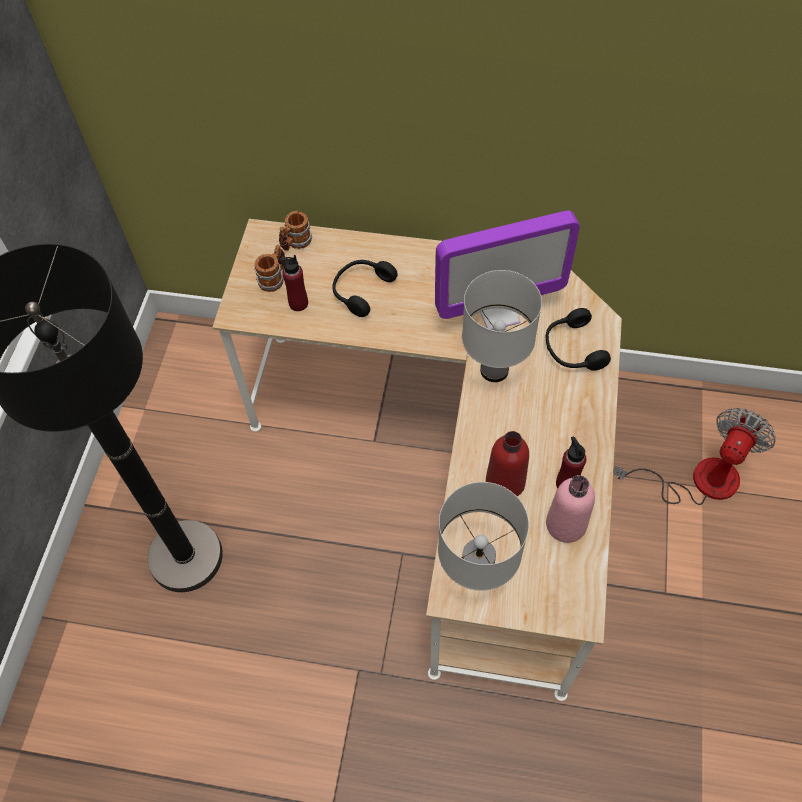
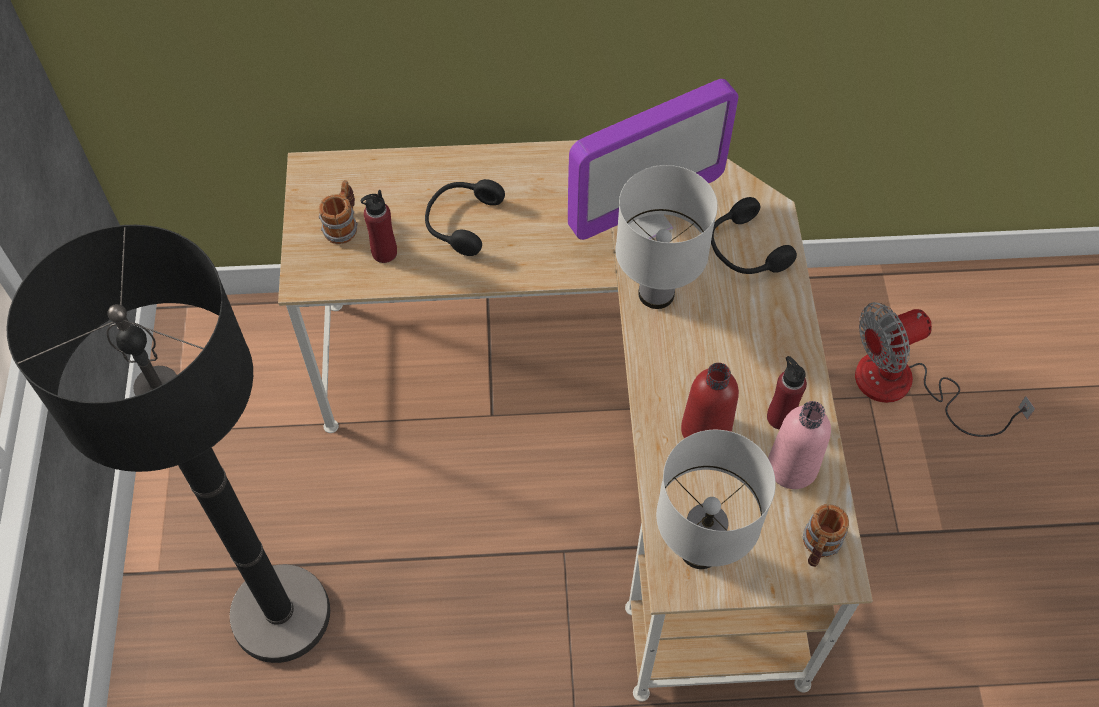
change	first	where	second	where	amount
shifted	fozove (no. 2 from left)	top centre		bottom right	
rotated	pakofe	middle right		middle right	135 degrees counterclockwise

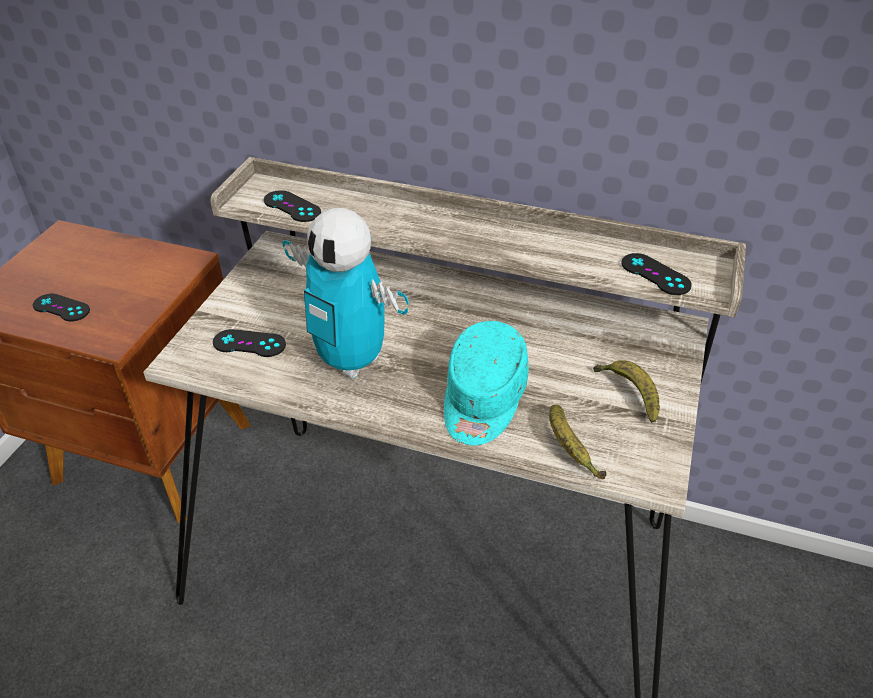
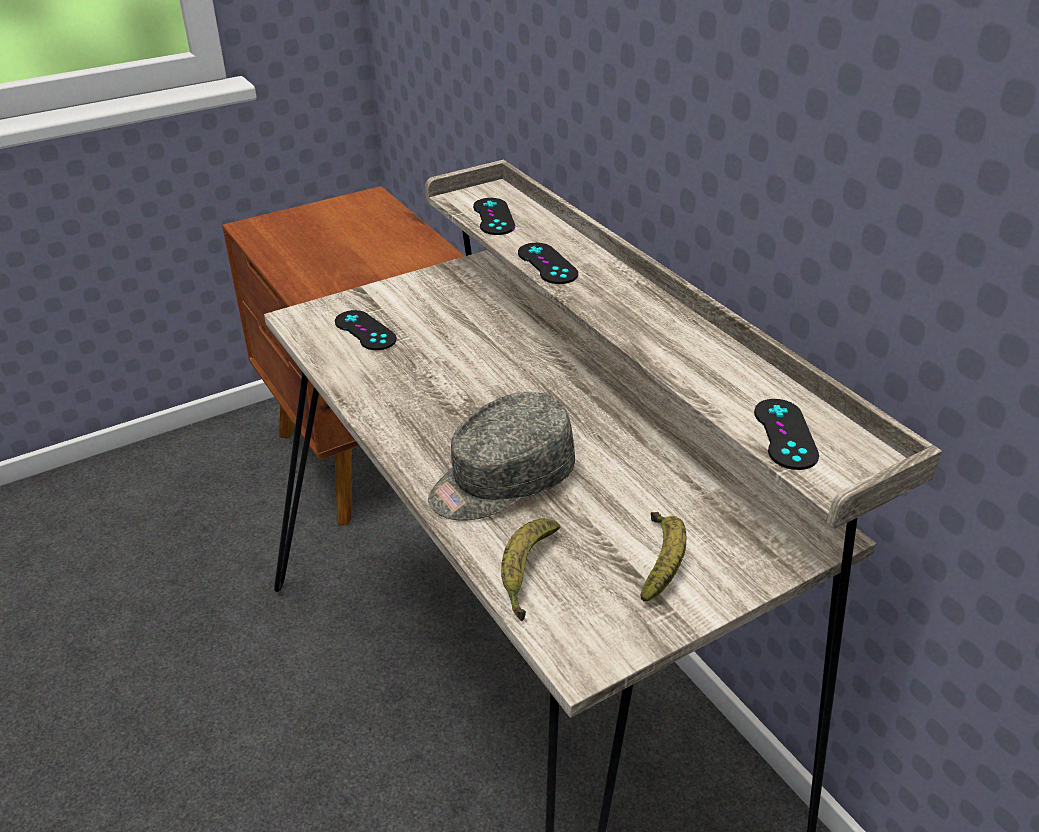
change	first	where	second	where	amount
gone	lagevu	centre			
shifted	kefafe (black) (no. 1 from left in the first image)	middle left	kefafe (black) (no. 3 from left)	top centre	
repainted	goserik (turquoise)	centre	goserik (grey)	centre	

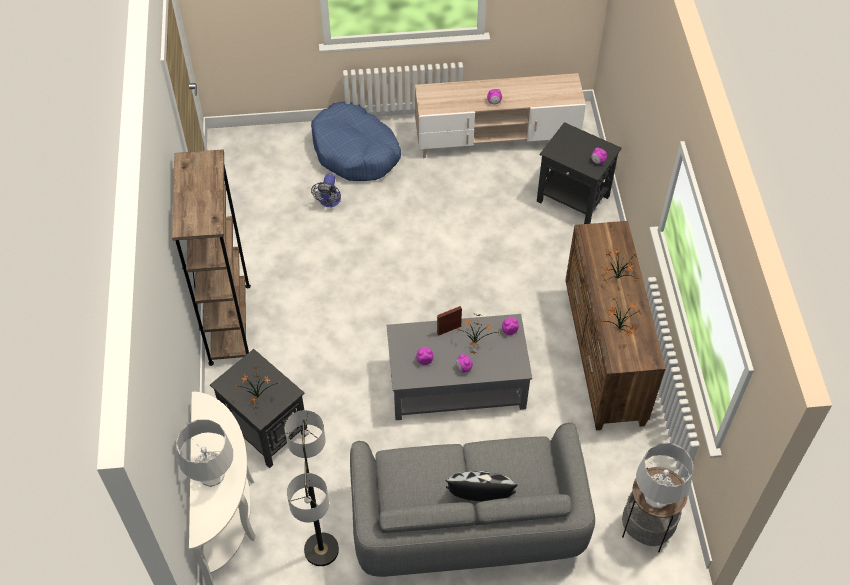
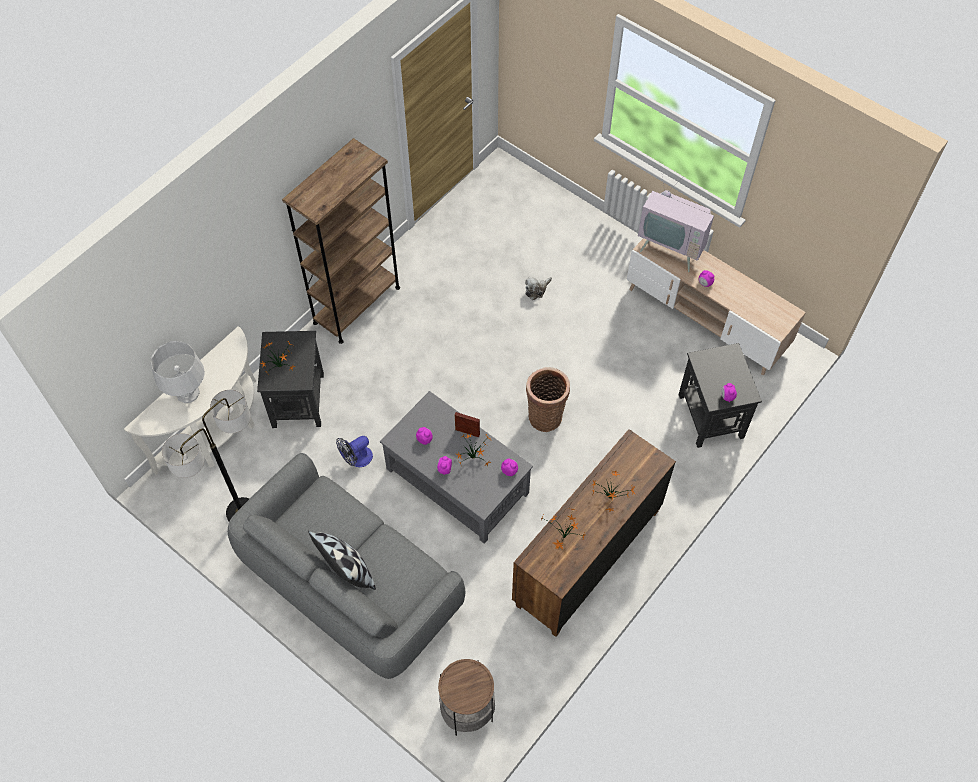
change	first	where	second	where	amount
gone	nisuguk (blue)	top centre			
shifted	pakofe	top centre		centre	
gone	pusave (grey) (no. 2 from left)	bottom right			
new			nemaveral	top right	
new			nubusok	centre	
new			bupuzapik	centre	

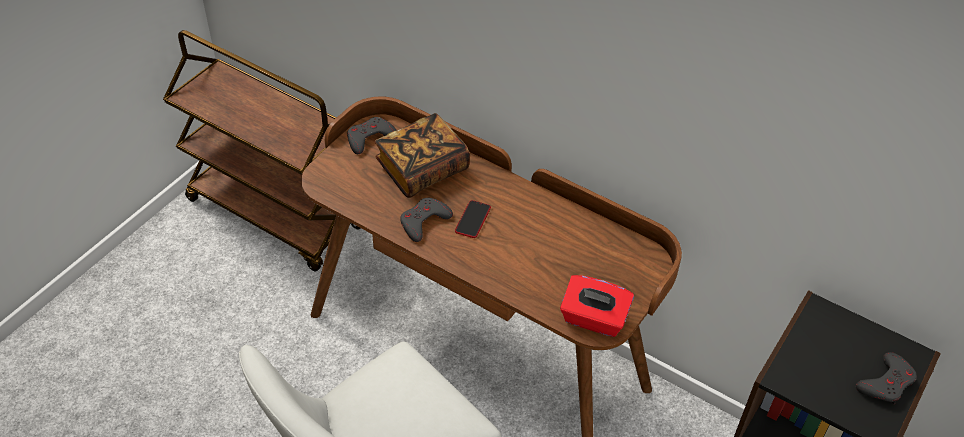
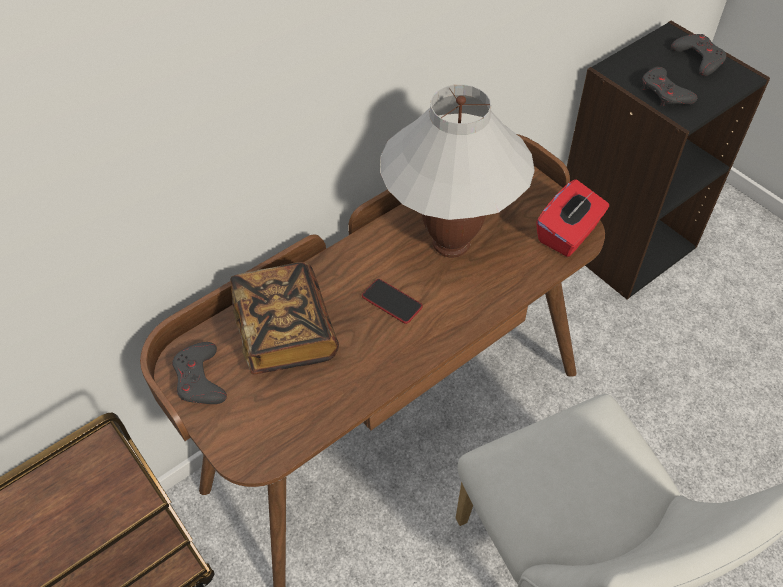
change	first	where	second	where	amount
shifted	kefafe (grey) (no. 2 from left)	centre		top right	
new			pusave (white)	top centre	

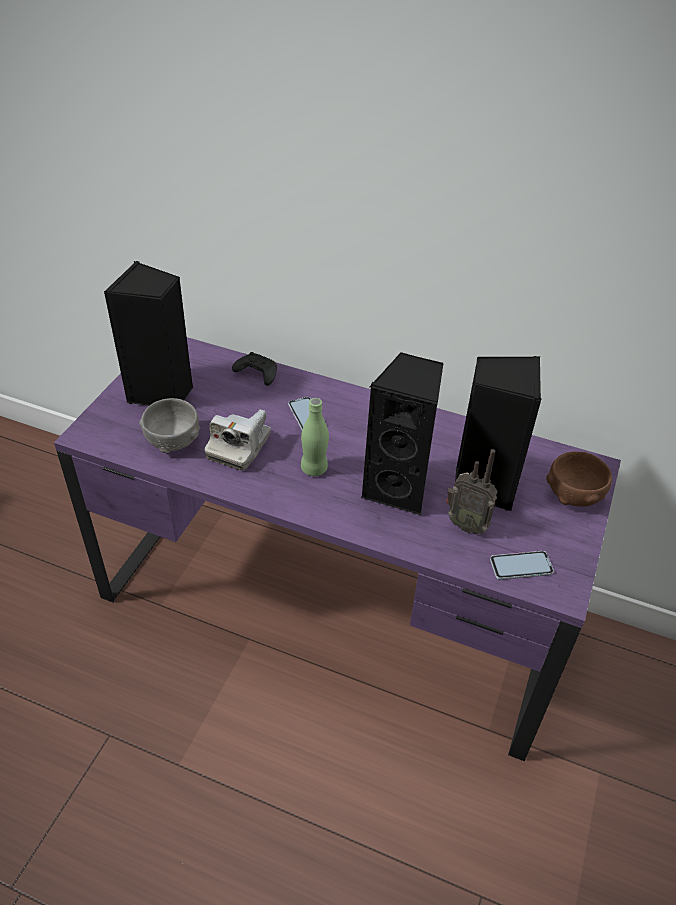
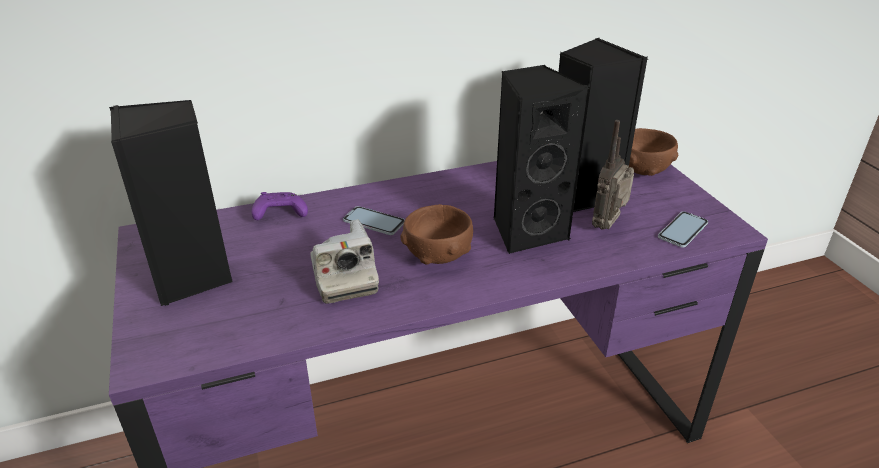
change	first	where	second	where	amount
repainted	kefafe (black)	centre	kefafe (purple)	middle left	
gone	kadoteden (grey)	middle left			
swapped	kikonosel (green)	centre	kadoteden (brown) (no. 1 from left)	centre	
rotated	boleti	middle right		middle right	135 degrees clockwise

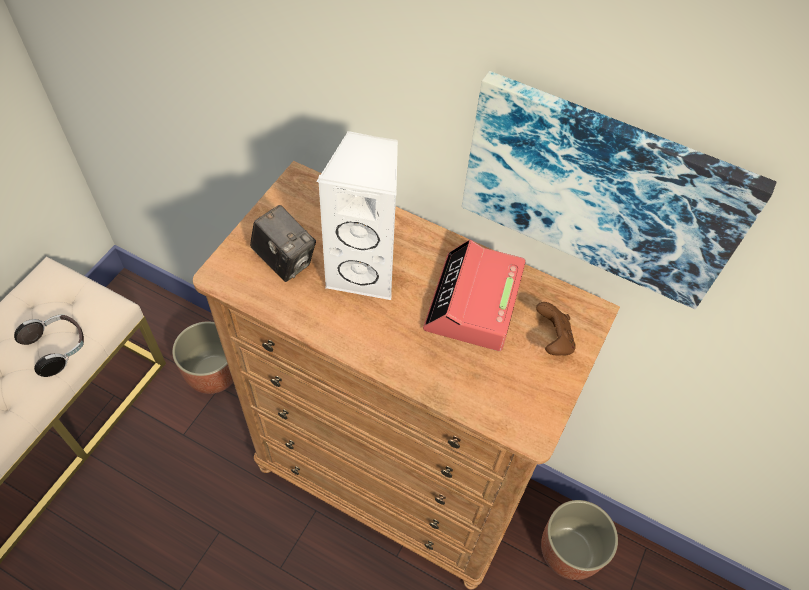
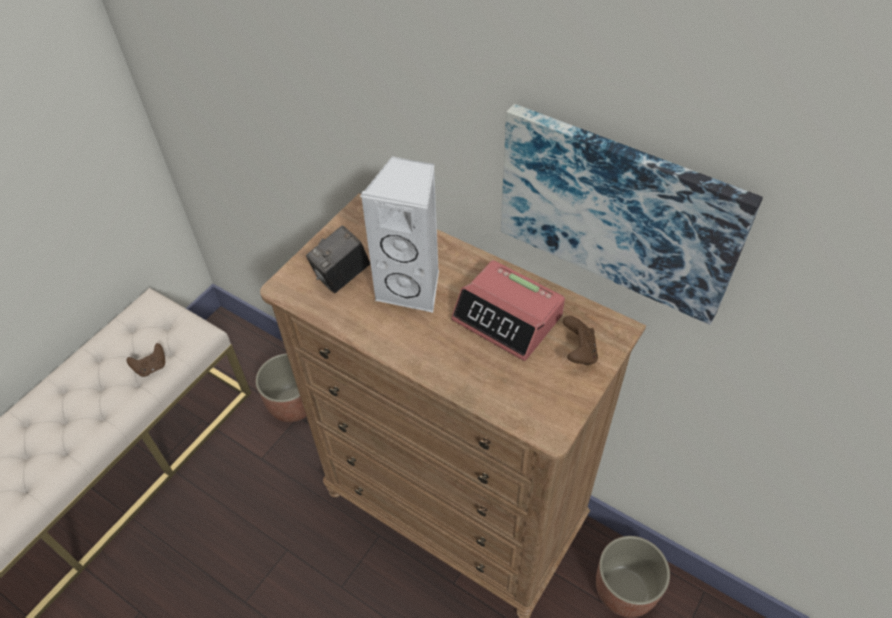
change	first	where	second	where	amount
rotated	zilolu	centre		centre	90 degrees clockwise
rotated	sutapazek	centre		centre	75 degrees counterclockwise
swapped	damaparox	middle left	kefafe (brown) (no. 1 from left)	middle left	

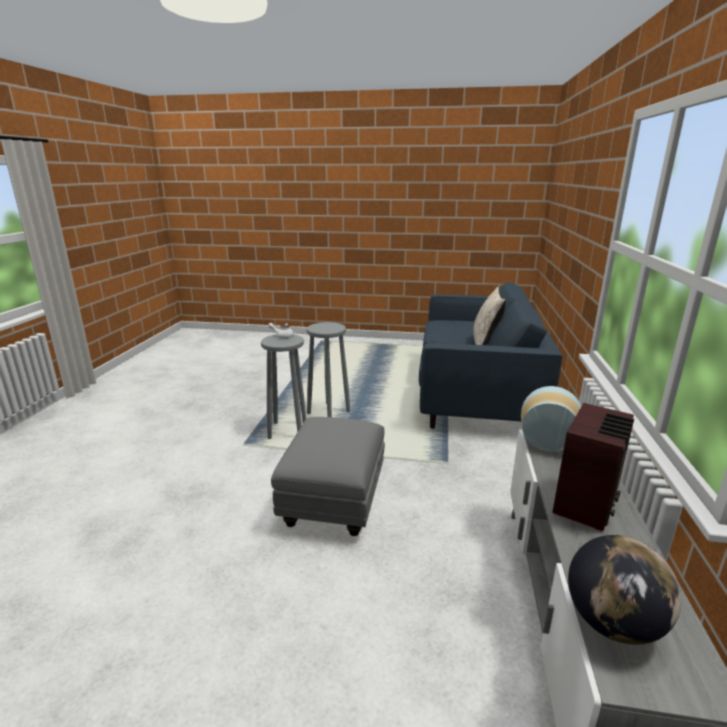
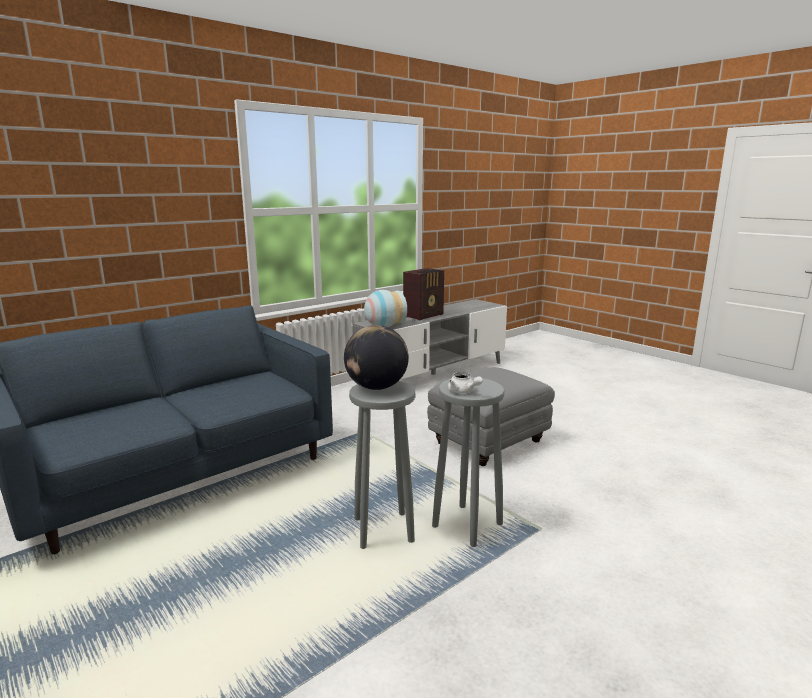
change	first	where	second	where	amount
gone	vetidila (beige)	middle right			
rotated	boleti	middle right		centre	150 degrees clockwise
shifted	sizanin	bottom right		centre	

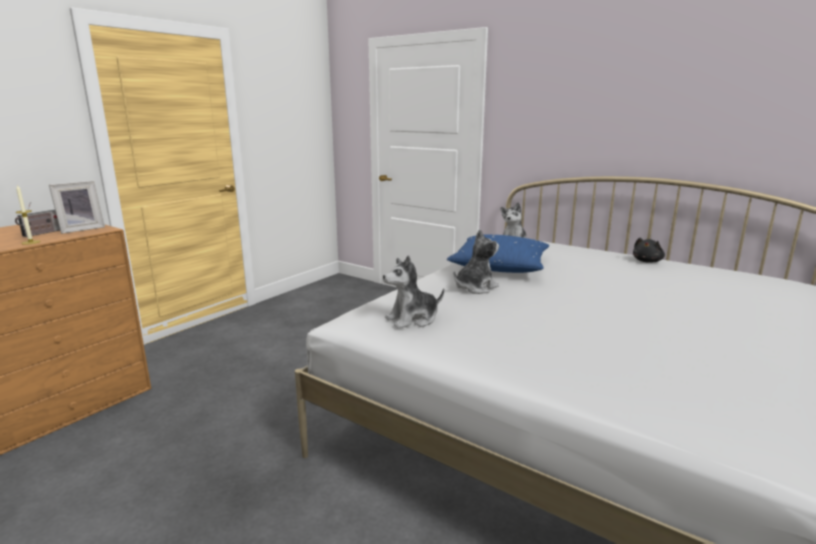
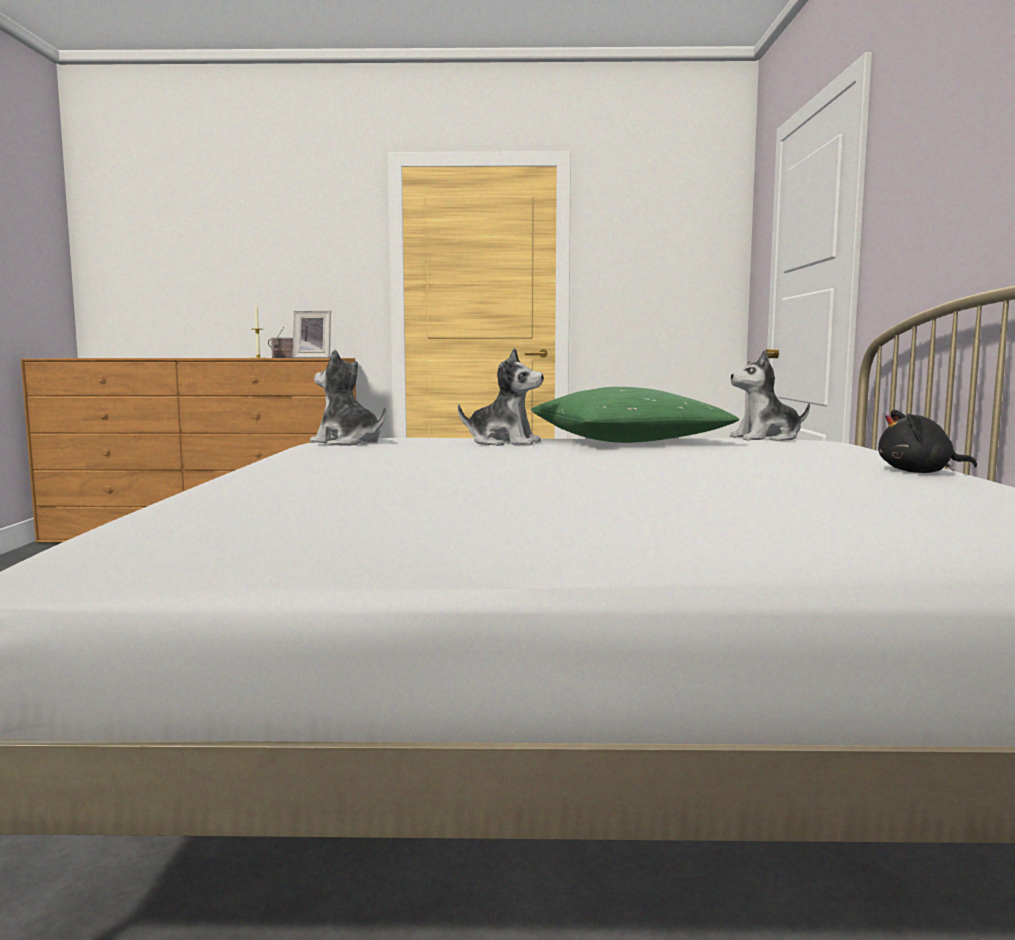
change	first	where	second	where	amount
repainted	vetidila (blue)	centre	vetidila (green)	centre	

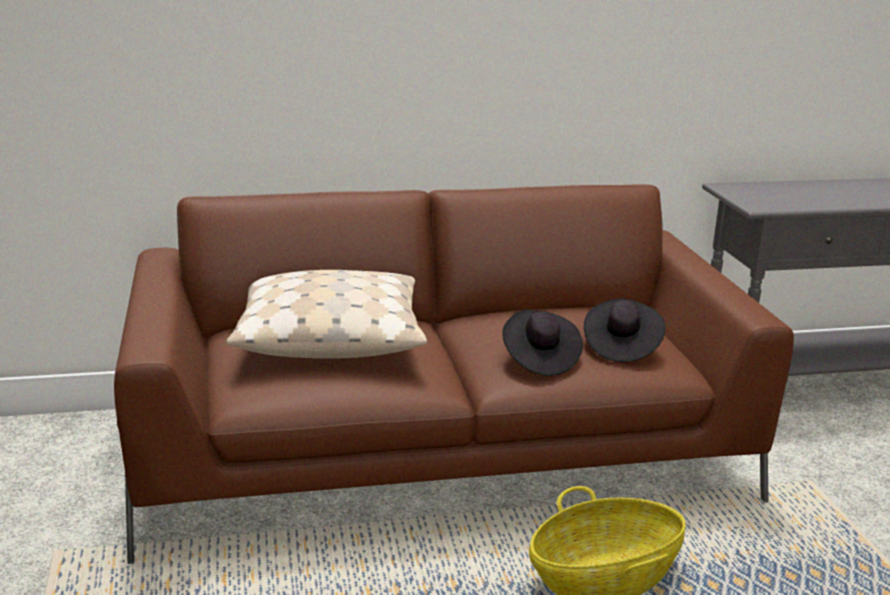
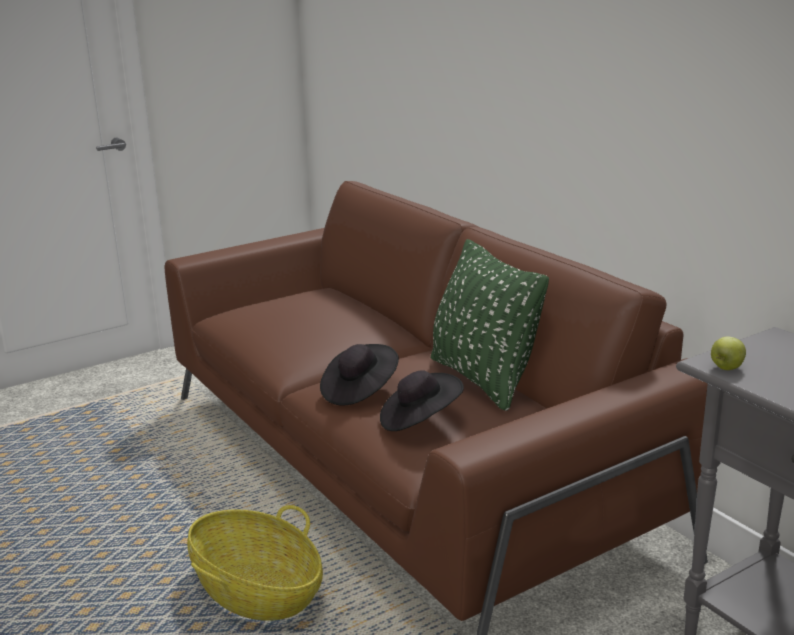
change	first	where	second	where	amount
gone	vetidila (beige)	centre			
new			vetidila (green)	centre	
new			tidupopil	middle right	

